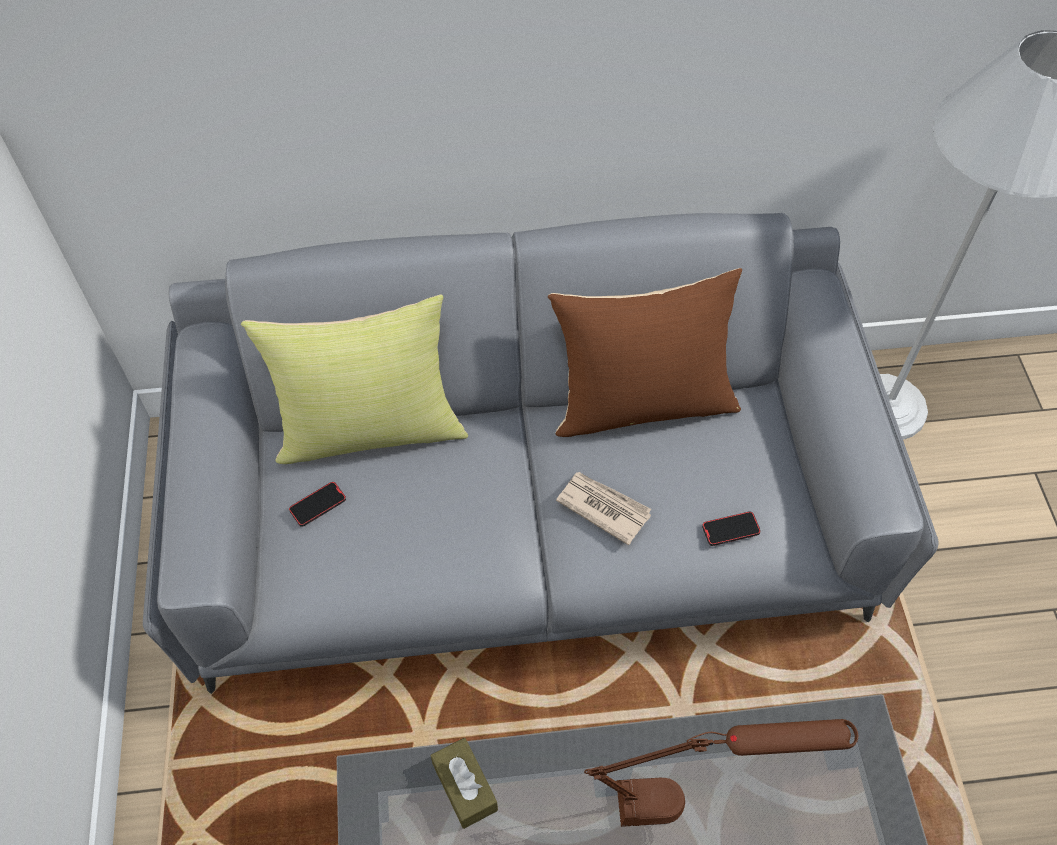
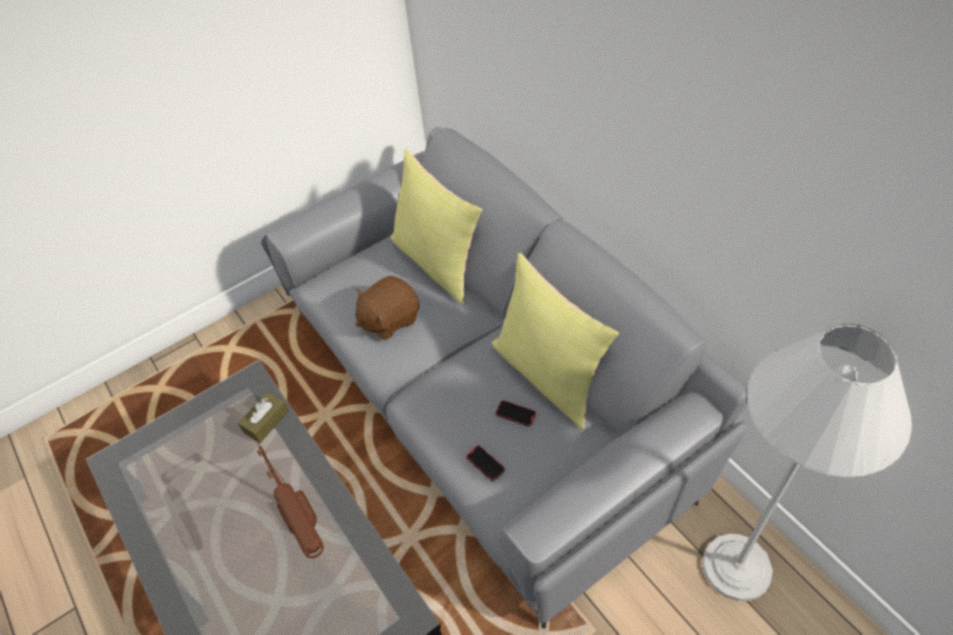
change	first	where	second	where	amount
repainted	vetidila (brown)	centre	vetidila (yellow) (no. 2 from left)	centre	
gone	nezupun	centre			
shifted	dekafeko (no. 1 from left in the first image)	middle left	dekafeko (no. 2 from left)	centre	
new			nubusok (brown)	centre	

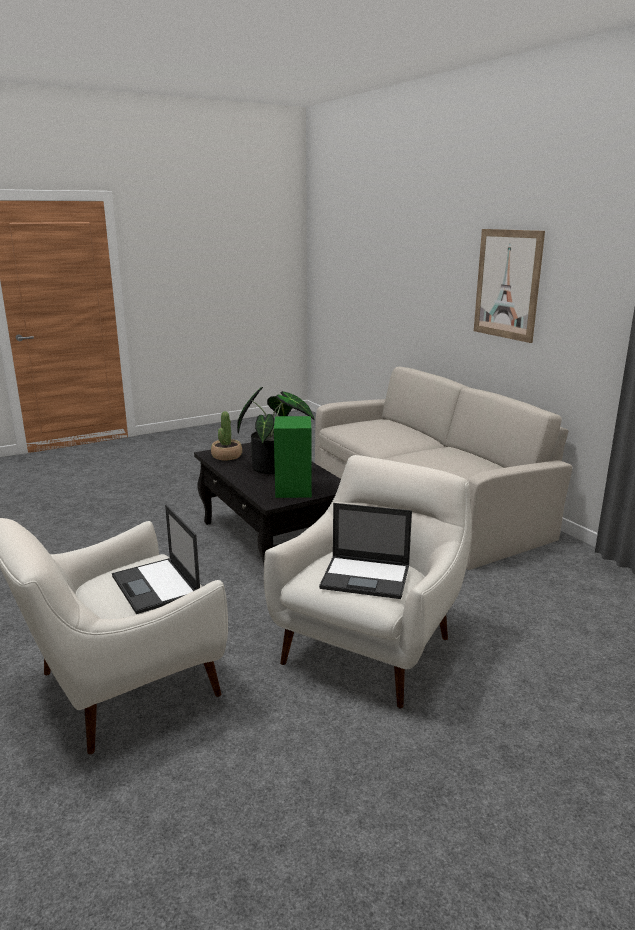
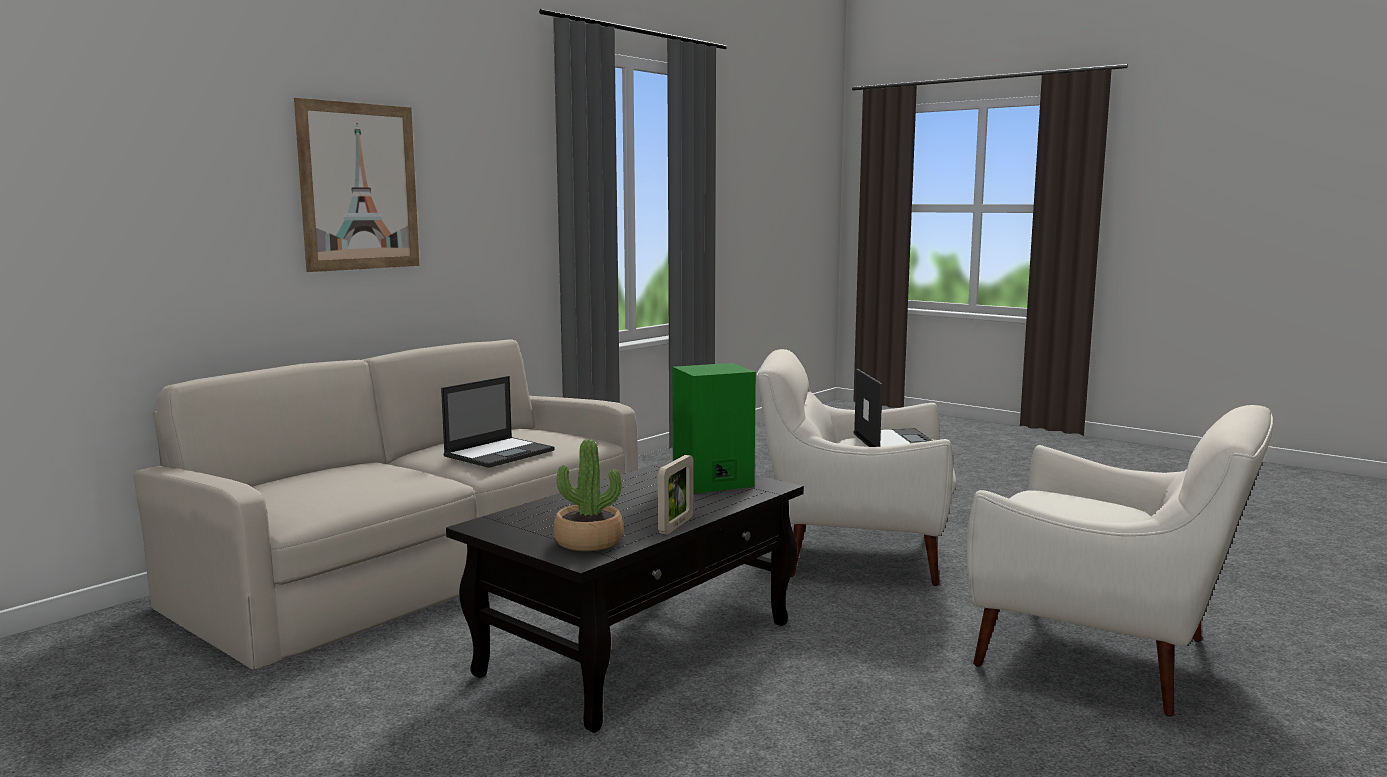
change	first	where	second	where	amount
gone	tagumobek (no. 2 from left)	centre			
shifted	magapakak (no. 1 from left)	middle left		centre	
new			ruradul	centre	

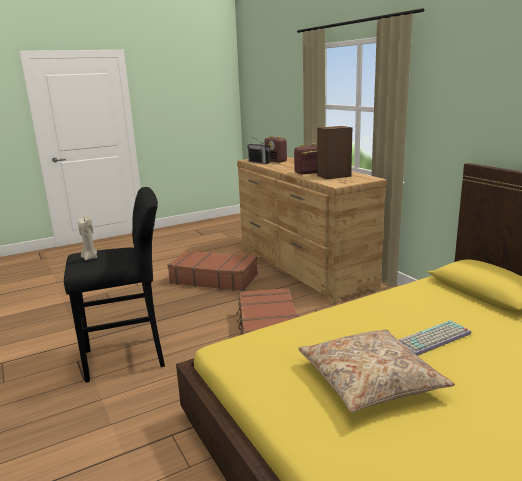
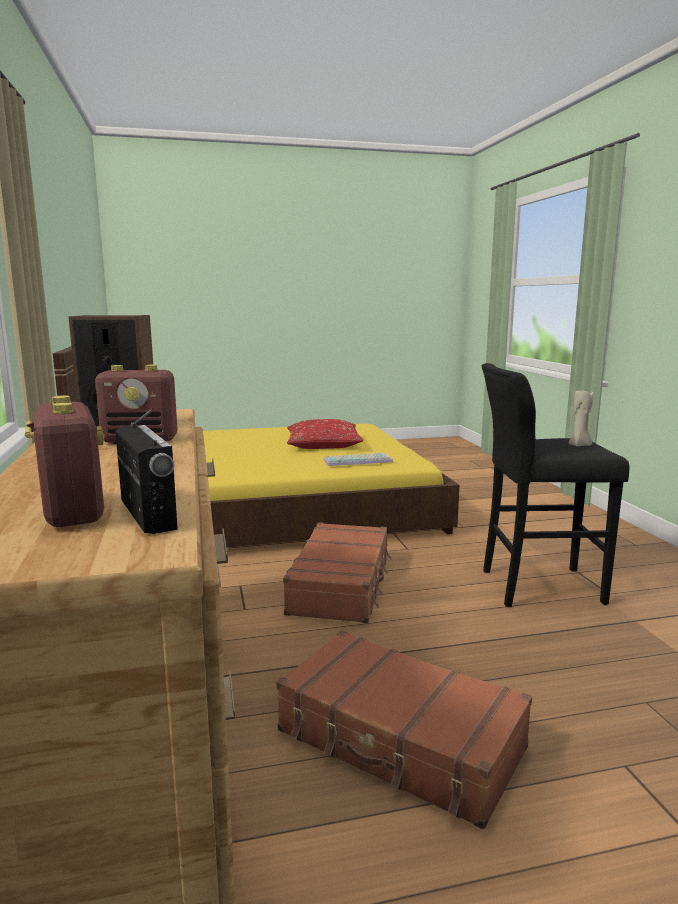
change	first	where	second	where	amount
shifted	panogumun	bottom right		centre	
repainted	vetidila (beige)	bottom right	vetidila (red)	centre	

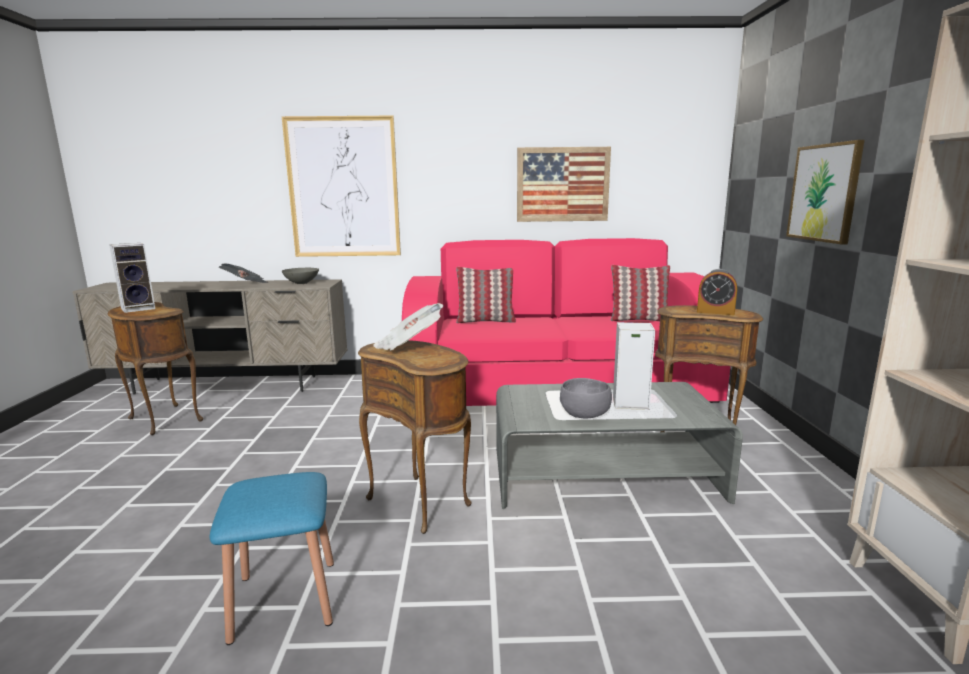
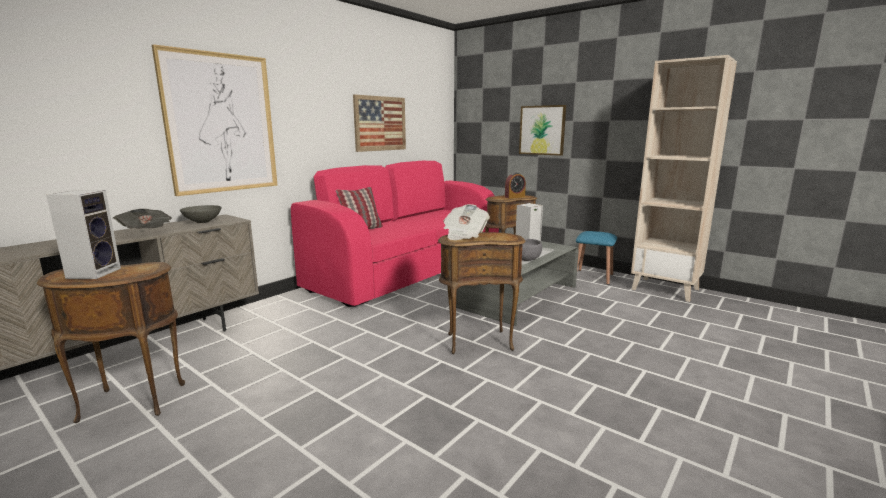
change	first	where	second	where	amount
gone	vetidila (no. 2 from left)	centre			
shifted	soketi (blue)	bottom left		middle right	

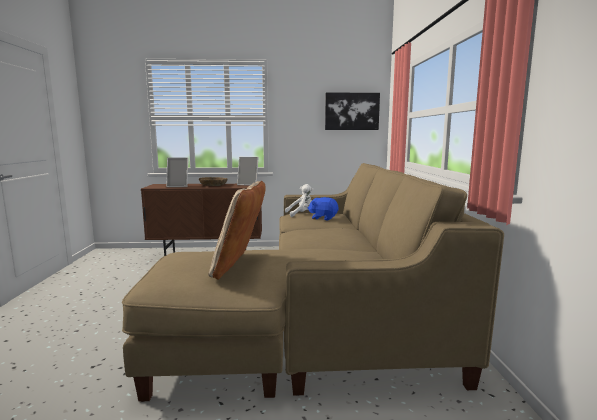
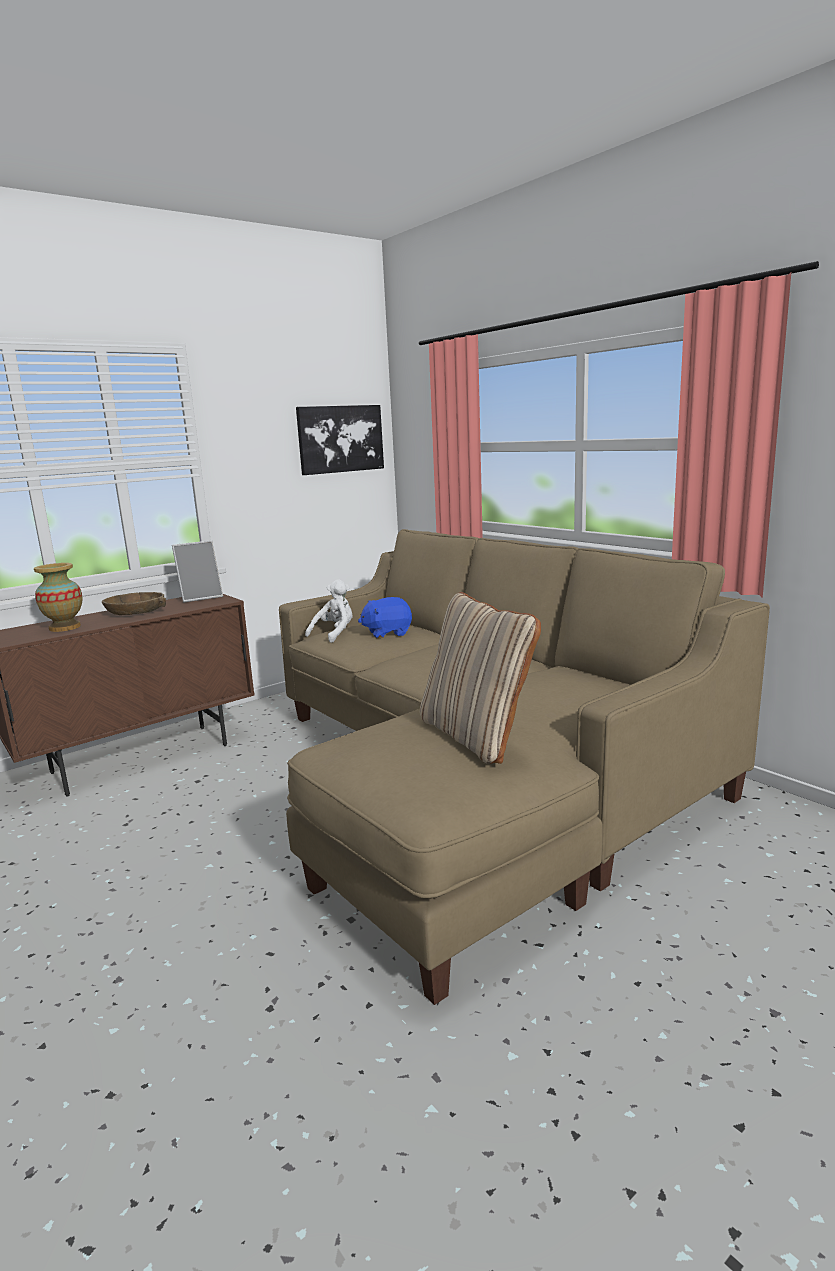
change	first	where	second	where	amount
swapped	ruradul (no. 1 from left)	middle left	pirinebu	middle left	

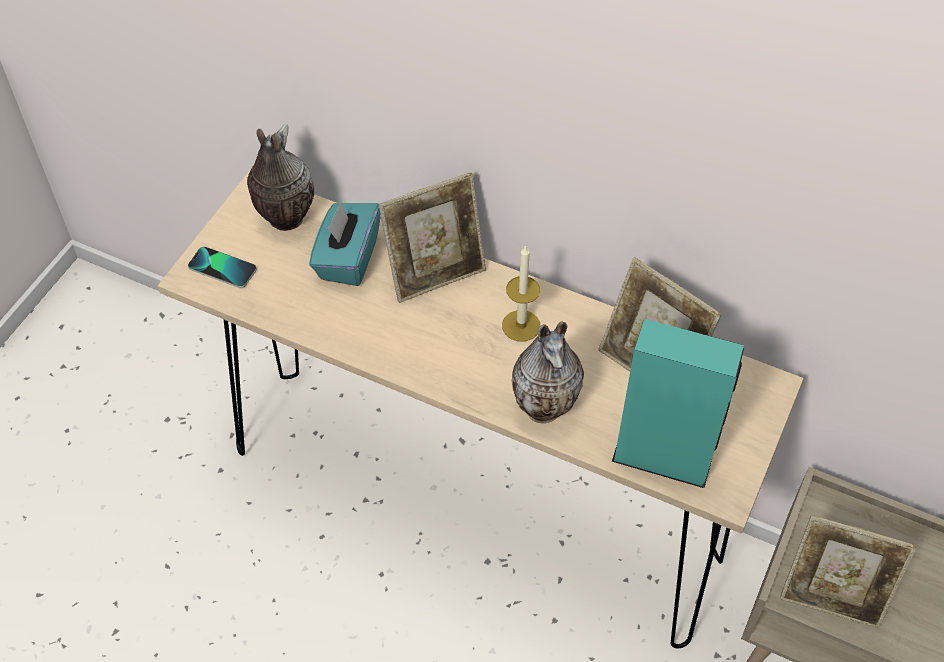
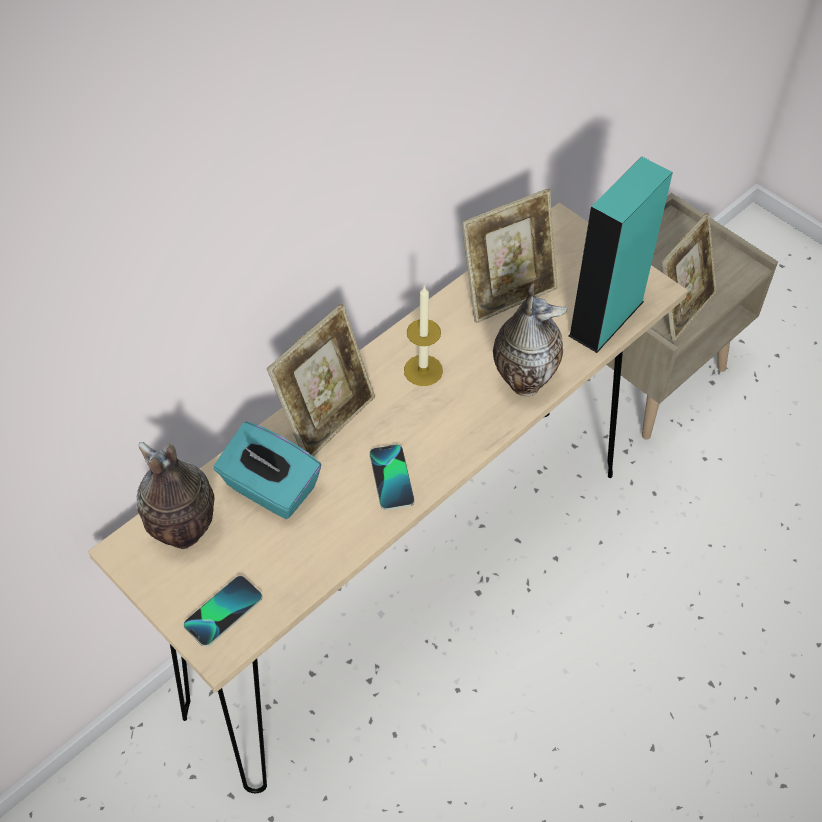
change	first	where	second	where	amount
rotated	ruradul (no. 1 from left)	centre		centre	45 degrees clockwise
new			dekafeko (no. 2 from left)	centre	

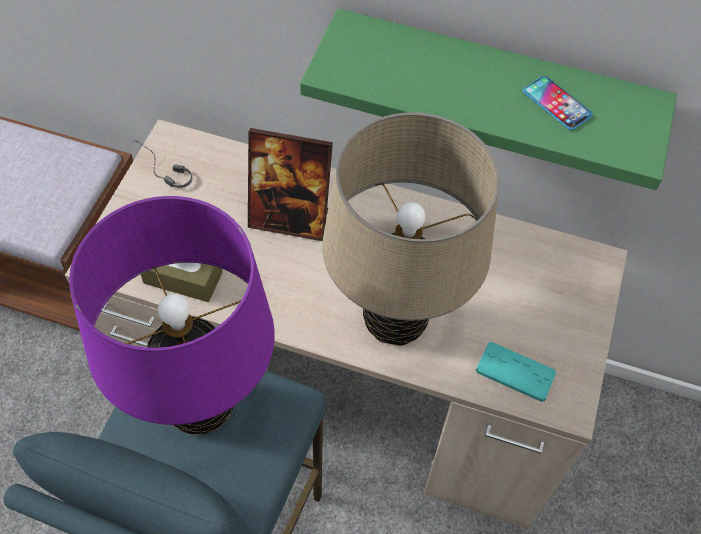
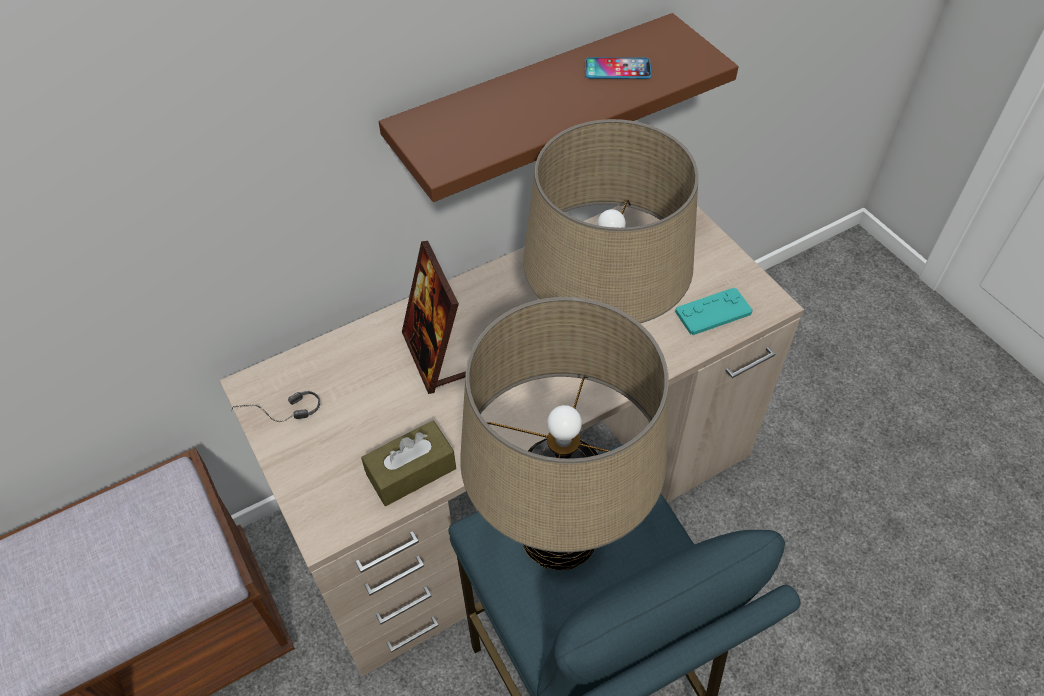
change	first	where	second	where	amount
repainted	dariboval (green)	top right	dariboval (brown)	top centre	
rotated	ruradul	centre		centre	105 degrees clockwise
repainted	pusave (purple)	middle left	pusave (beige) (no. 1 from left)	centre	

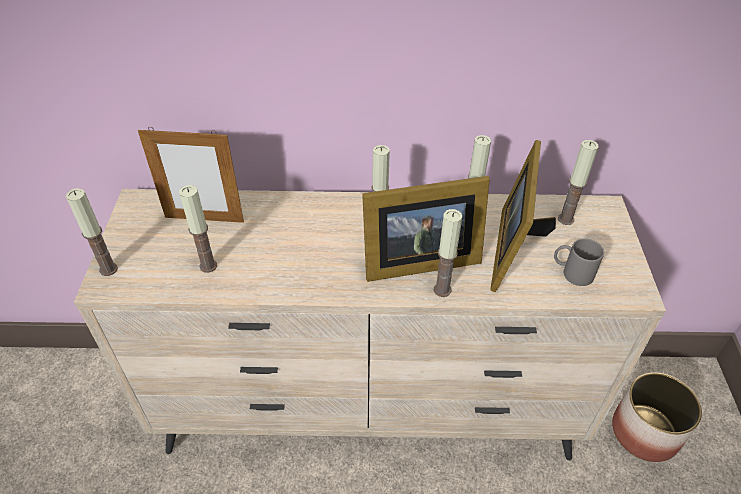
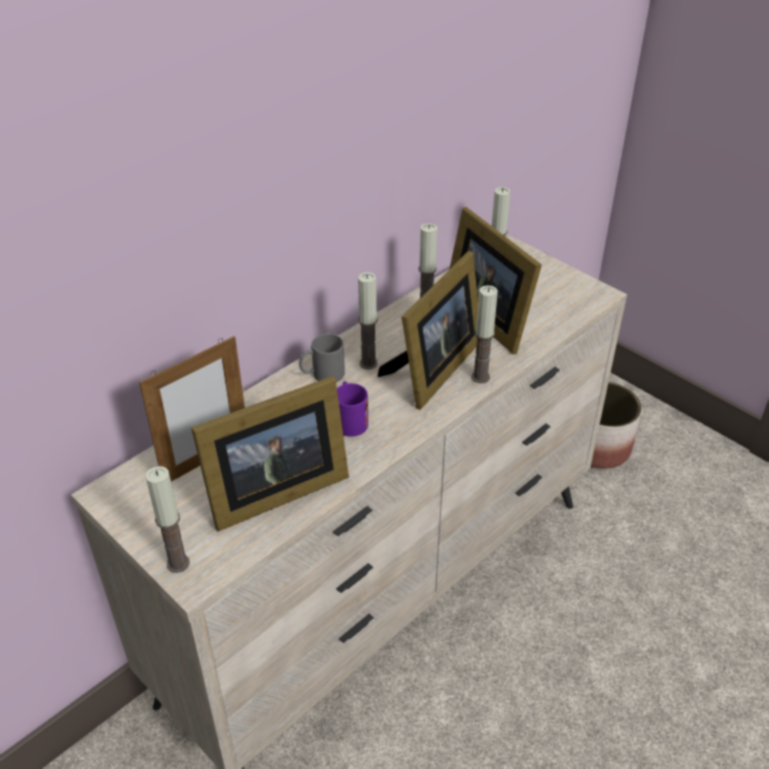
change	first	where	second	where	amount
swapped	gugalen (no. 2 from left)	middle left	ruradul (no. 2 from left)	centre	
shifted	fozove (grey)	middle right		centre	
new			fozove (purple)	centre	

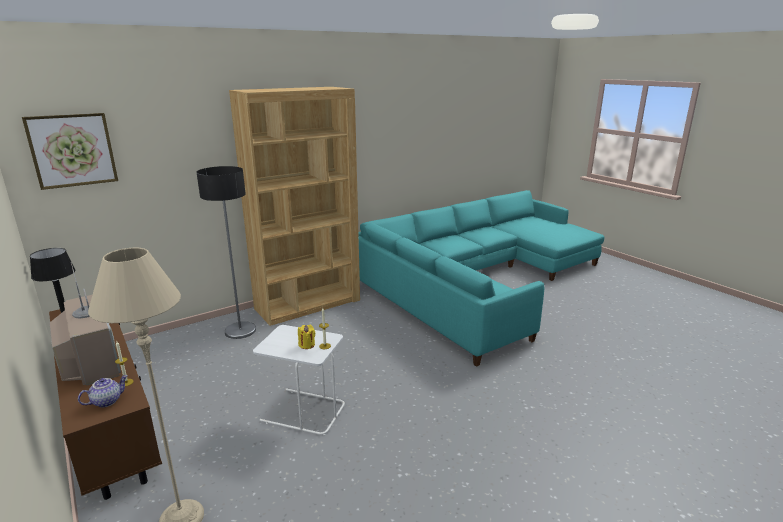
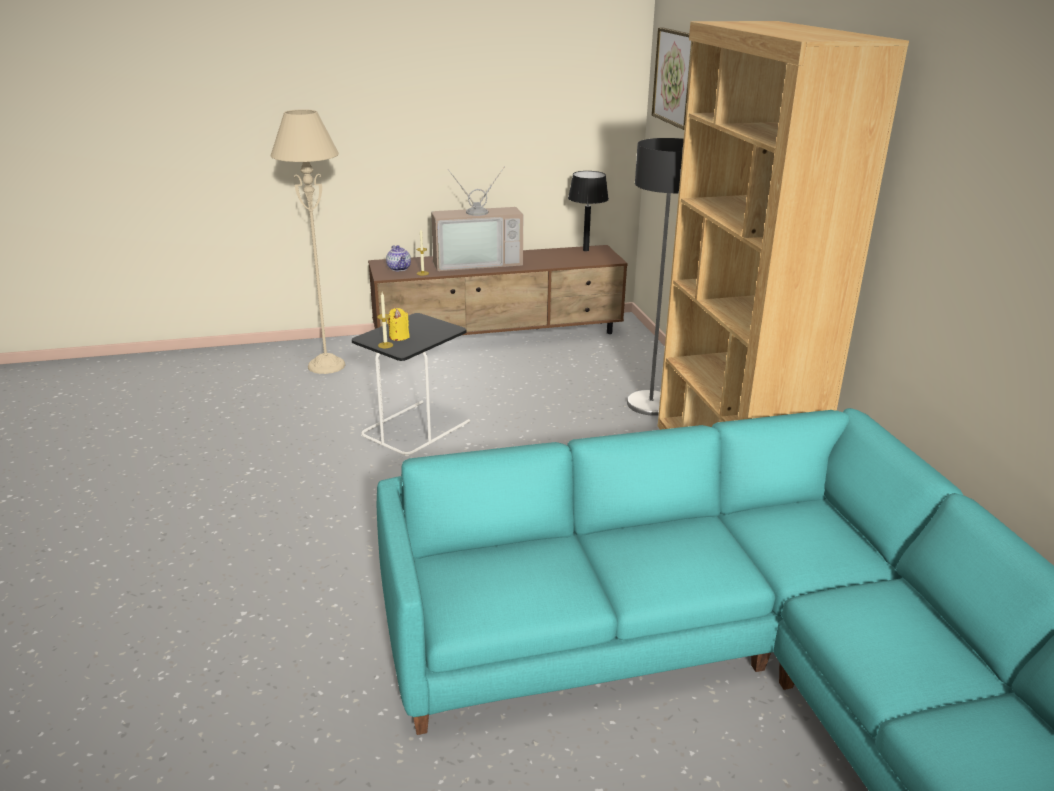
change	first	where	second	where	amount
repainted	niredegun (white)	bottom centre	niredegun (black)	centre	

